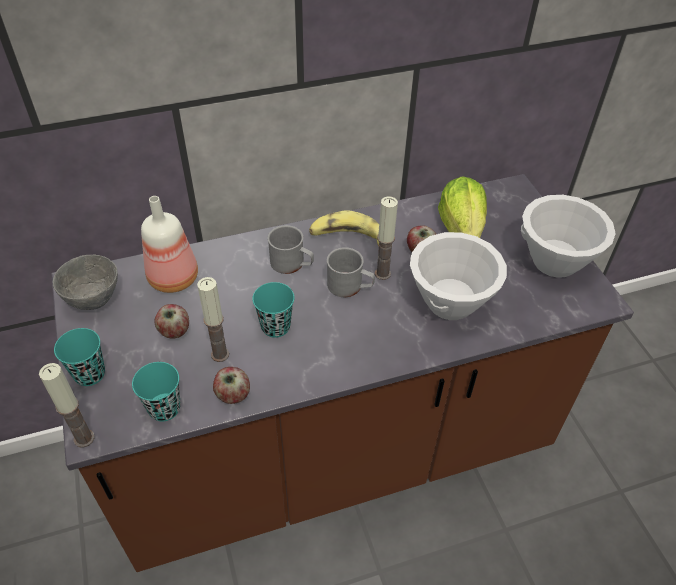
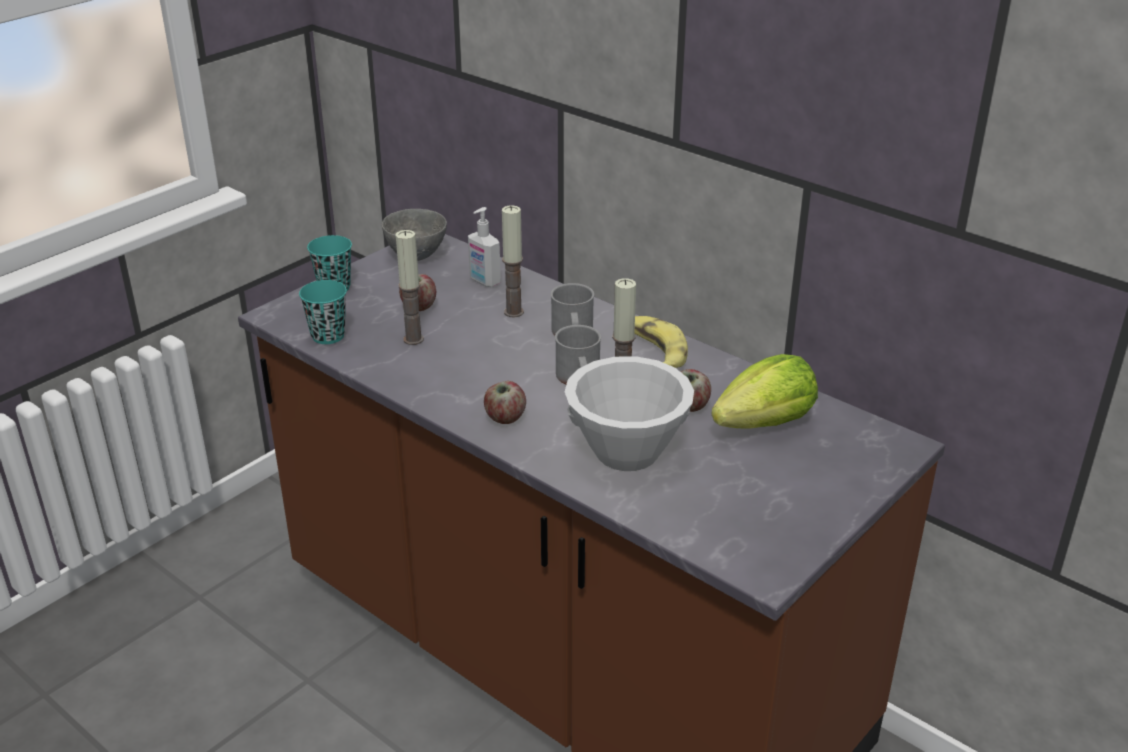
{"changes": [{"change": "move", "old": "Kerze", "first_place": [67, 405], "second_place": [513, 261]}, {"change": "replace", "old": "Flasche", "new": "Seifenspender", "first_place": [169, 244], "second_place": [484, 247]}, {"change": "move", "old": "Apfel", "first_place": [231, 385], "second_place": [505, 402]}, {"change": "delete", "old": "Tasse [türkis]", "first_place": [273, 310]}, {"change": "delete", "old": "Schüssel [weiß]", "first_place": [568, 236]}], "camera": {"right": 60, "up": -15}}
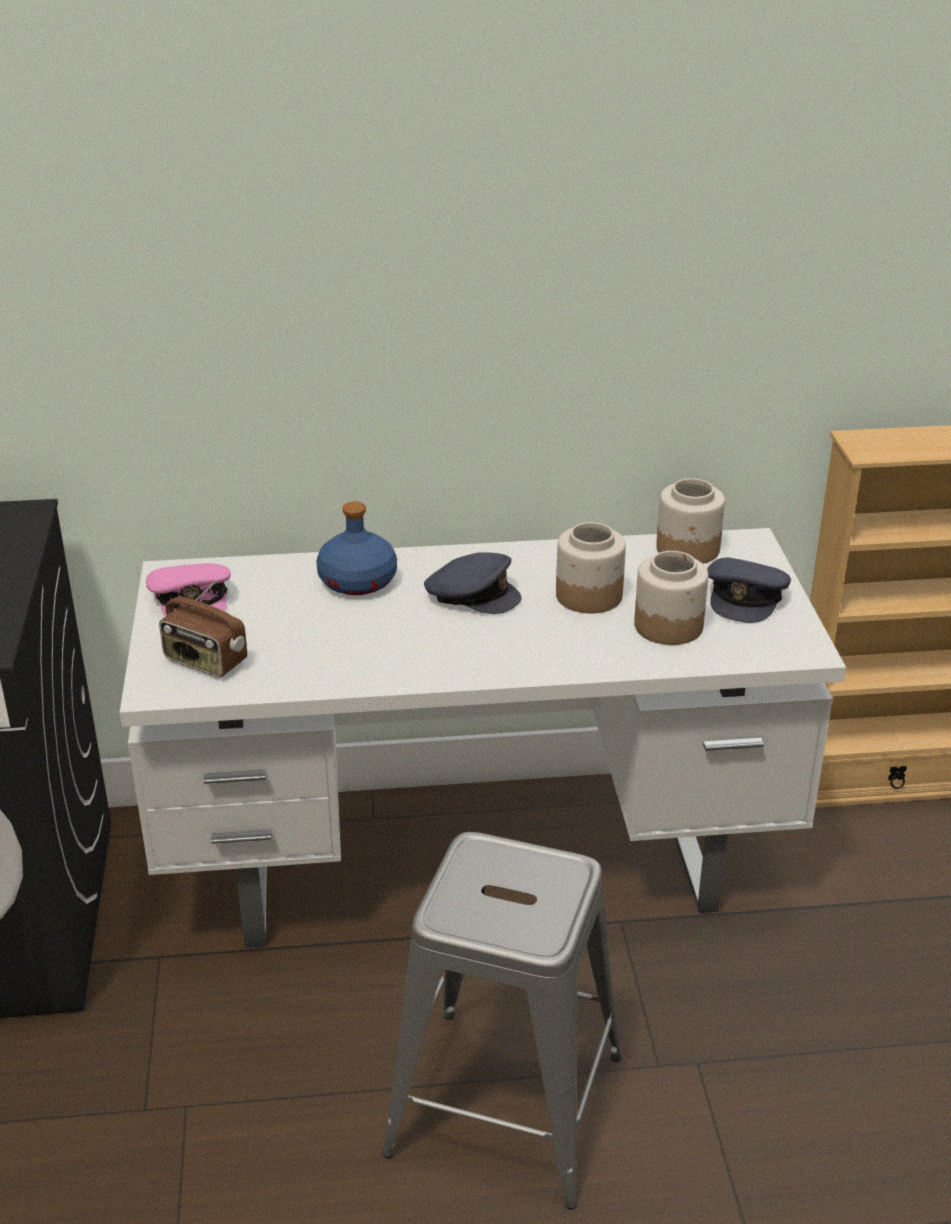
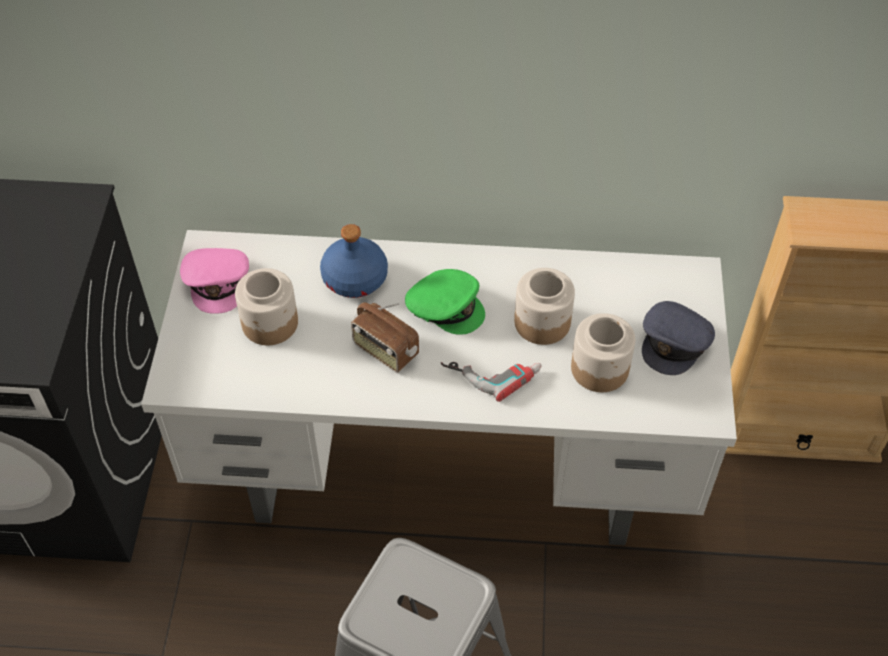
{"changes": [{"change": "move", "old": "Radio", "first_place": [203, 628], "second_place": [385, 337]}, {"change": "recolor", "old": "Kappe [grau]", "new": "Kappe [grün]", "first_place": [472, 583], "second_place": [445, 302]}, {"change": "move", "old": "Vorratsglas", "first_place": [690, 521], "second_place": [266, 306]}, {"change": "insert", "new": "Bohrmaschine", "second_place": [491, 382]}], "camera": {"right": 10, "up": 20}}
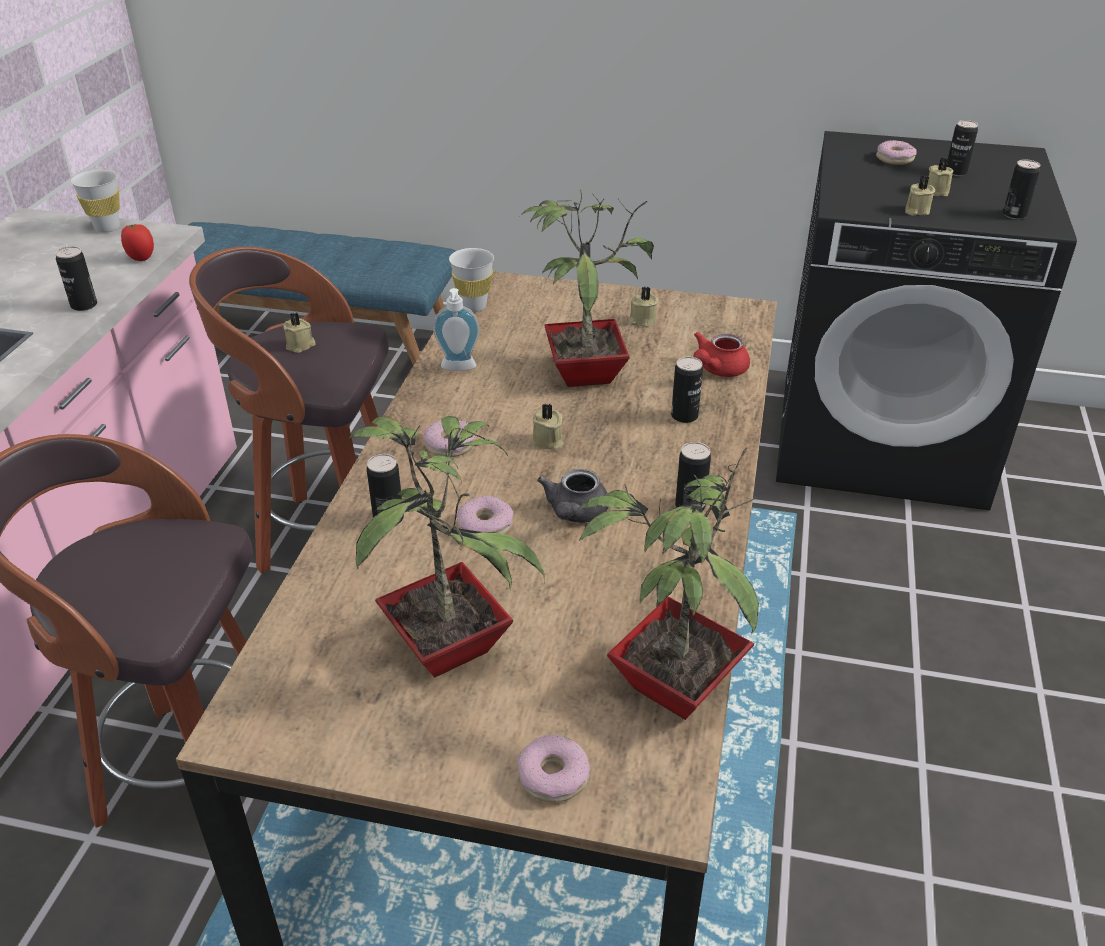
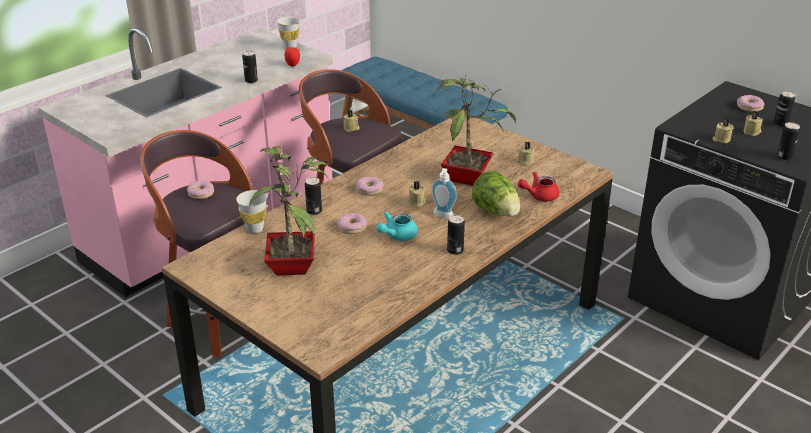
{"changes": [{"change": "move", "old": "Seifenspender", "first_place": [456, 329], "second_place": [444, 193]}, {"change": "move", "old": "Tasse [weiß]", "first_place": [471, 280], "second_place": [251, 211]}, {"change": "move", "old": "Donut", "first_place": [553, 768], "second_place": [200, 189]}, {"change": "recolor", "old": "Teekanne [grau]", "new": "Teekanne [türkis]", "first_place": [572, 496], "second_place": [397, 226]}, {"change": "delete", "old": "Topfpflanze", "first_place": [669, 583]}, {"change": "replace", "old": "Dose", "new": "Salatkopf", "first_place": [687, 390], "second_place": [496, 194]}], "camera": {"right": 30, "up": -5}}
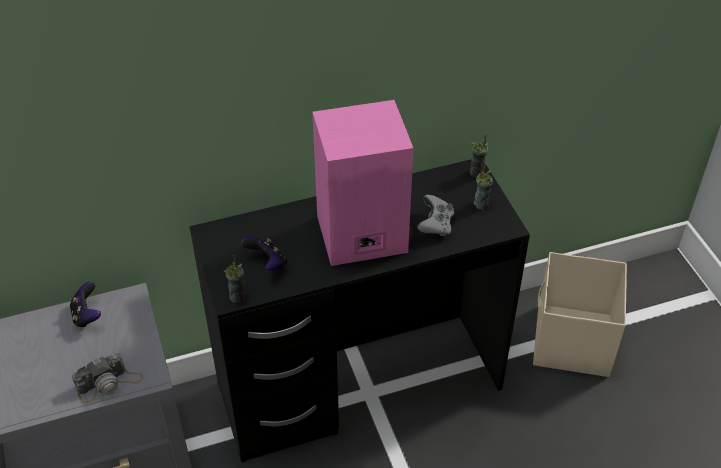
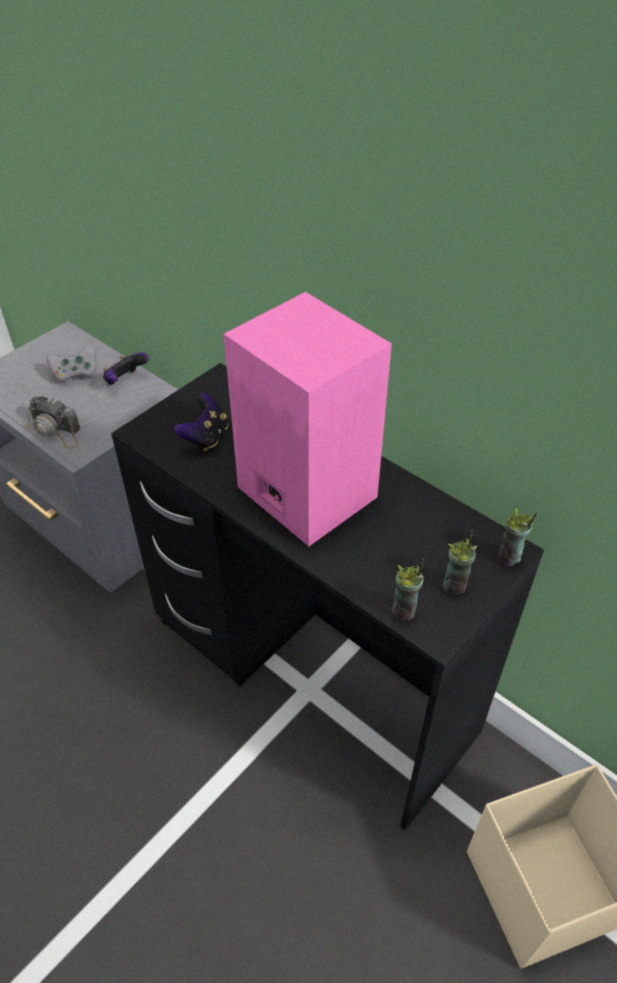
{"changes": [{"change": "move", "old": "Tasse", "first_place": [235, 279], "second_place": [408, 589]}, {"change": "move", "old": "Gamepad [grau]", "first_place": [435, 216], "second_place": [71, 365]}], "camera": {"right": 60, "up": 0}}
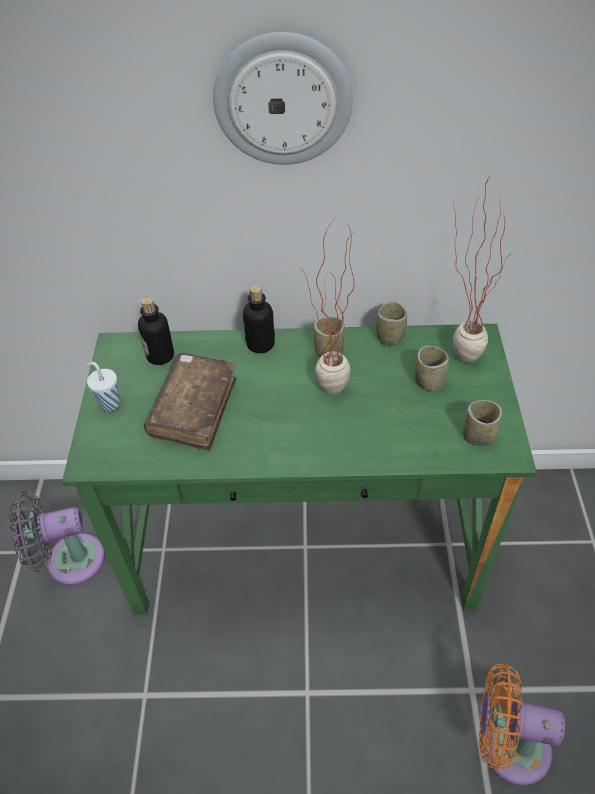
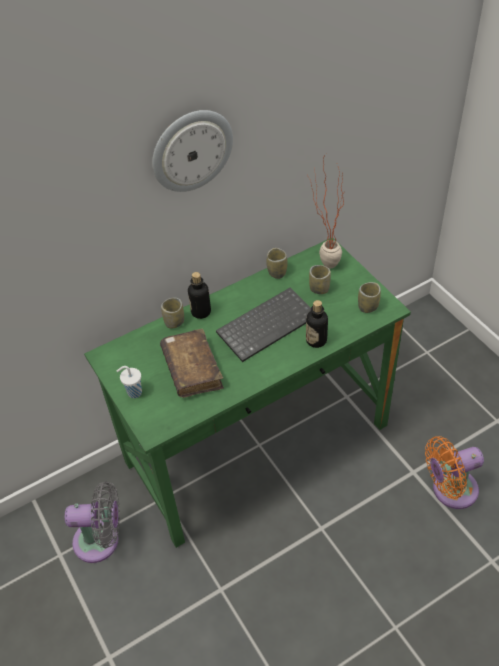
{"changes": [{"change": "rotate", "old": "Ventilator [grau]", "first_place": [57, 538], "second_place": [92, 522], "degrees": -135}, {"change": "move", "old": "Flasche", "first_place": [156, 331], "second_place": [317, 324]}, {"change": "replace", "old": "Topfpflanze", "new": "Tastatur", "first_place": [327, 307], "second_place": [263, 324]}, {"change": "move", "old": "Tasse", "first_place": [329, 337], "second_place": [172, 313]}], "camera": {"right": -30, "up": 0}}
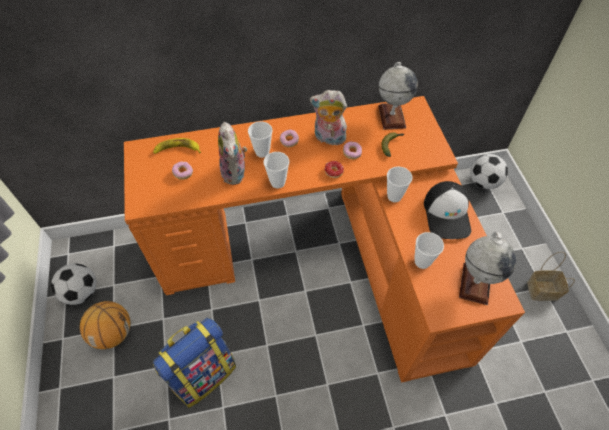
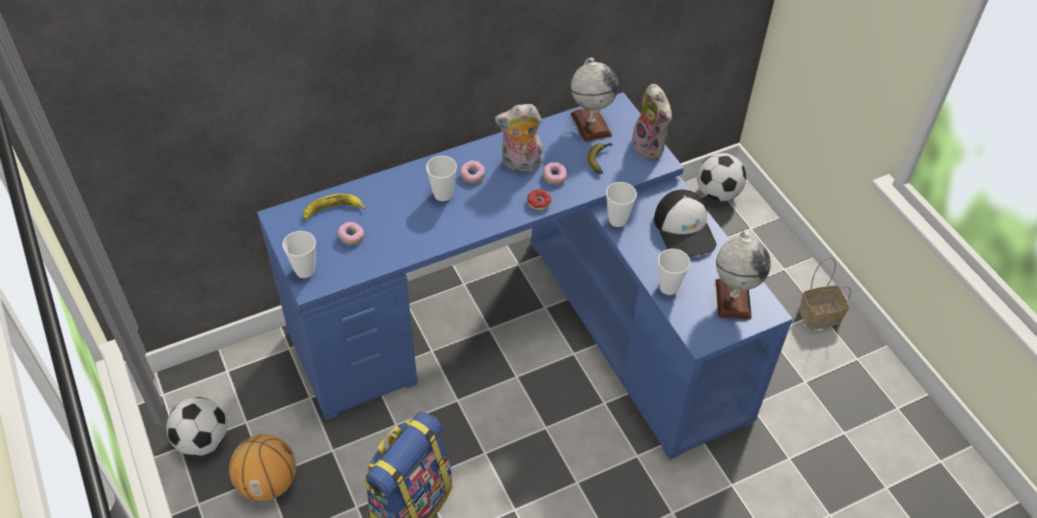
{"changes": [{"change": "recolor", "old": "Schreibtisch [orange]", "new": "Schreibtisch [blau]", "first_place": [324, 239], "second_place": [525, 276]}, {"change": "move", "old": "Plüschtier", "first_place": [232, 153], "second_place": [650, 121]}, {"change": "move", "old": "Tasse", "first_place": [276, 170], "second_place": [299, 254]}], "camera": {"right": -15, "up": -5}}
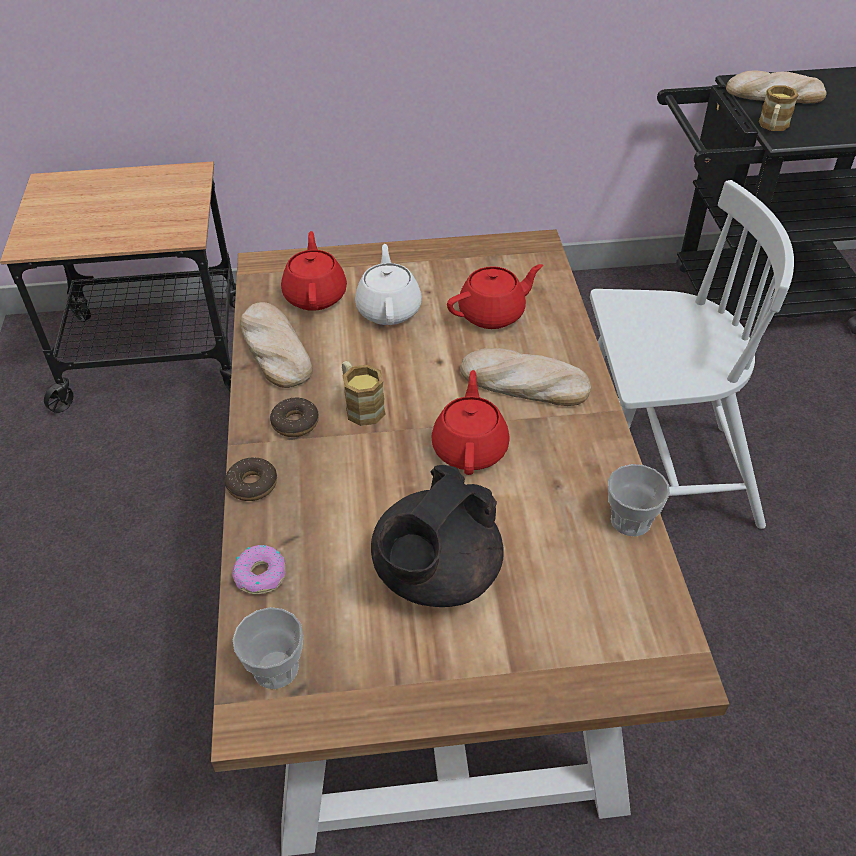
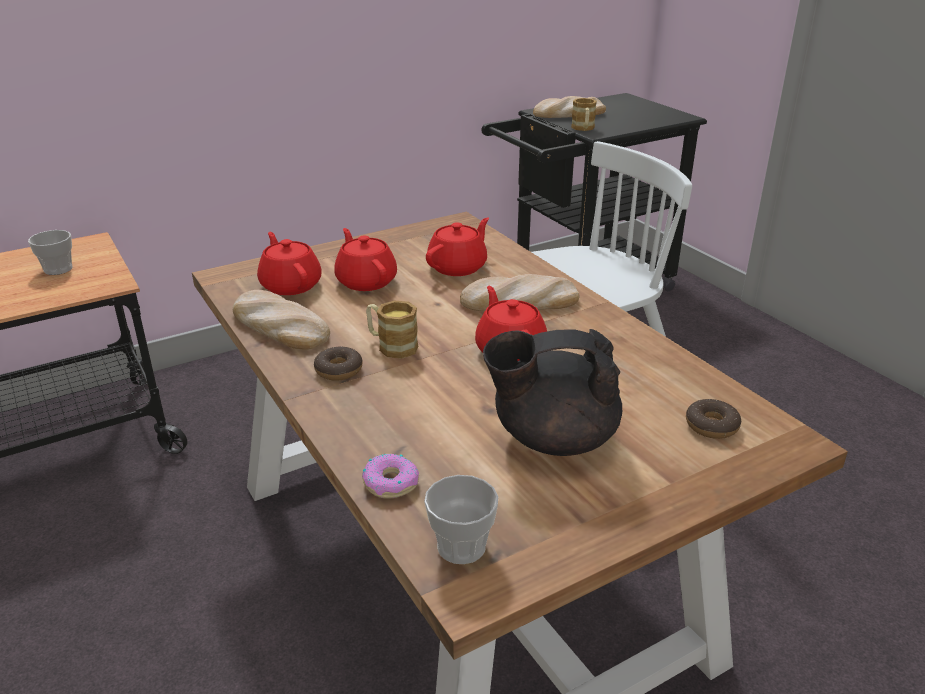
{"changes": [{"change": "move", "old": "Donut", "first_place": [251, 479], "second_place": [713, 419]}, {"change": "recolor", "old": "Teekanne [weiß]", "new": "Teekanne [rot]", "first_place": [388, 284], "second_place": [365, 259]}, {"change": "rotate", "old": "Teekanne [schwarz]", "first_place": [437, 536], "second_place": [552, 392], "degrees": 75}, {"change": "move", "old": "Tasse", "first_place": [639, 500], "second_place": [50, 252]}], "camera": {"right": -25, "up": -15}}
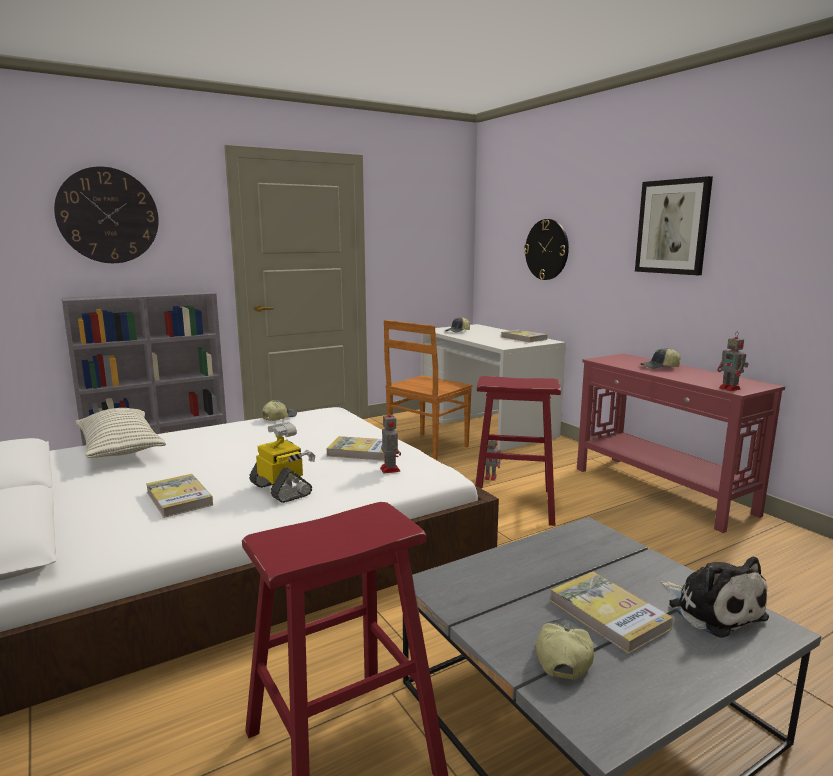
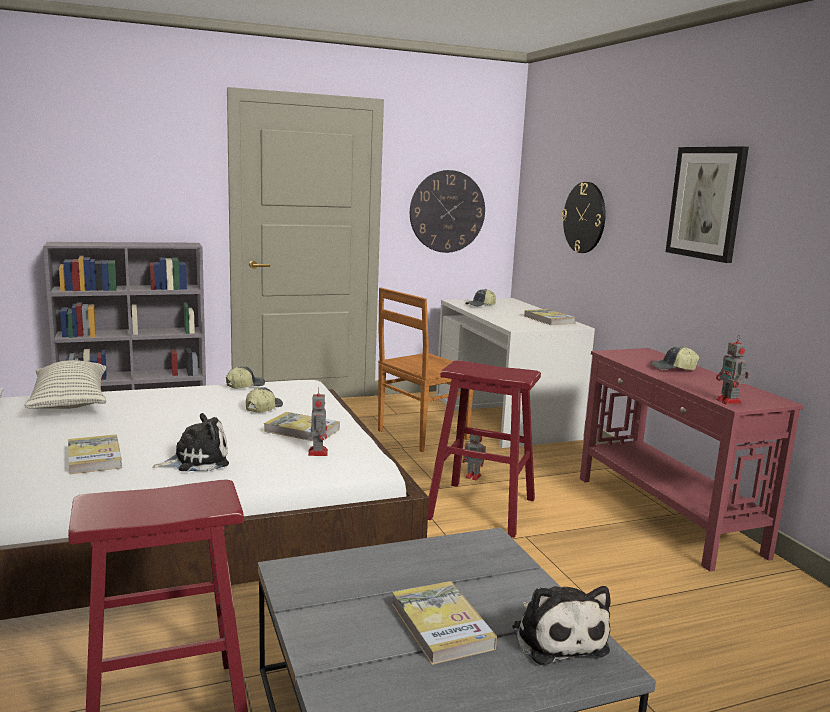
{"changes": [{"change": "move", "old": "Wanduhr", "first_place": [106, 214], "second_place": [447, 211]}, {"change": "replace", "old": "Spielzeugroboter", "new": "Plüschtier", "first_place": [282, 462], "second_place": [191, 442]}, {"change": "move", "old": "Kappe", "first_place": [565, 649], "second_place": [264, 400]}], "camera": {"right": 10, "up": 0}}
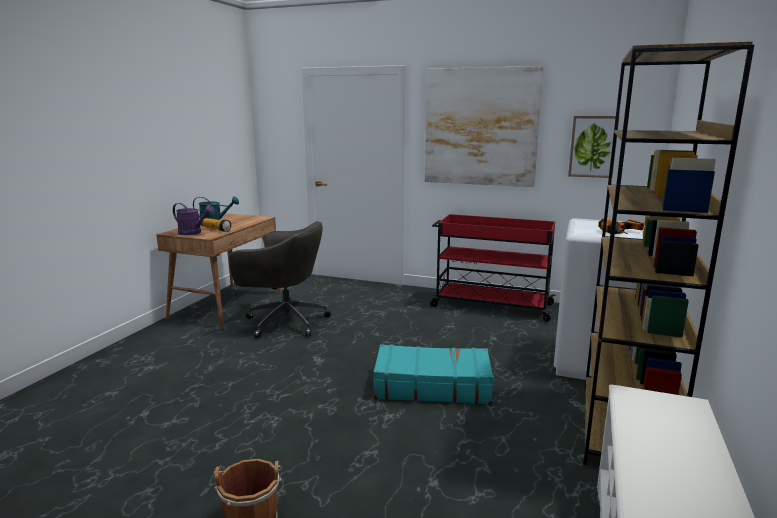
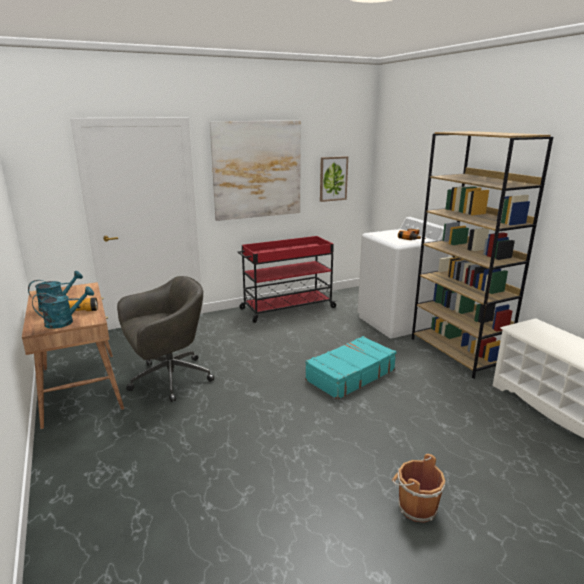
{"changes": [{"change": "recolor", "old": "Gießkanne [lila]", "new": "Gießkanne [türkis]", "first_place": [194, 219], "second_place": [63, 307]}], "camera": {"right": -45, "up": 5}}
